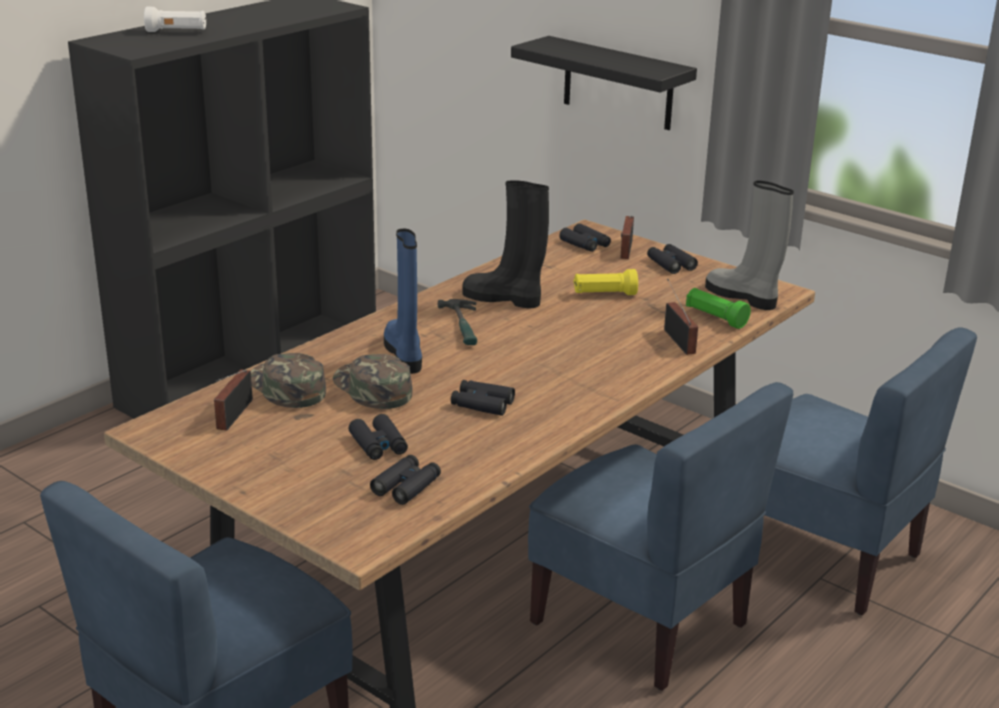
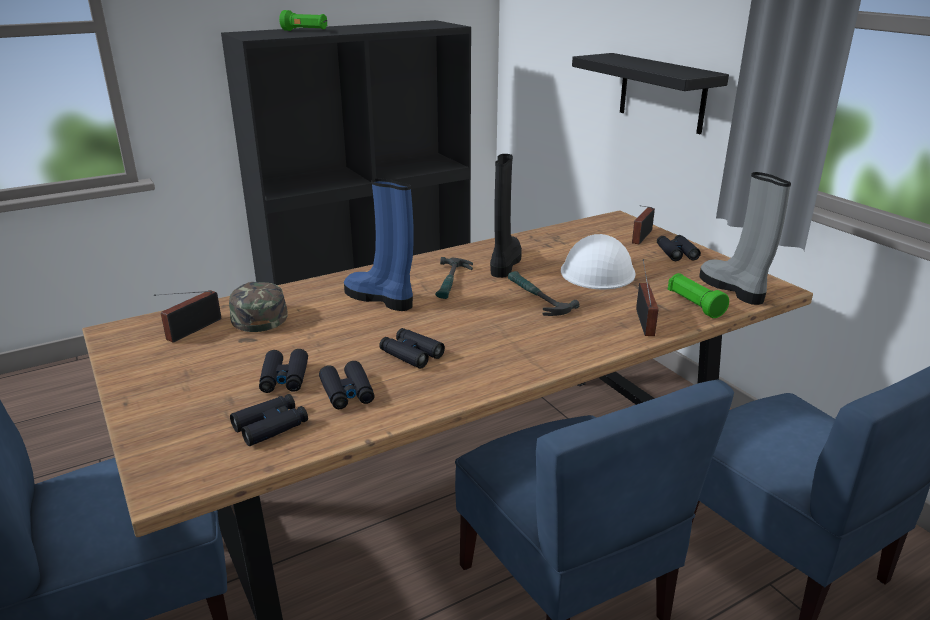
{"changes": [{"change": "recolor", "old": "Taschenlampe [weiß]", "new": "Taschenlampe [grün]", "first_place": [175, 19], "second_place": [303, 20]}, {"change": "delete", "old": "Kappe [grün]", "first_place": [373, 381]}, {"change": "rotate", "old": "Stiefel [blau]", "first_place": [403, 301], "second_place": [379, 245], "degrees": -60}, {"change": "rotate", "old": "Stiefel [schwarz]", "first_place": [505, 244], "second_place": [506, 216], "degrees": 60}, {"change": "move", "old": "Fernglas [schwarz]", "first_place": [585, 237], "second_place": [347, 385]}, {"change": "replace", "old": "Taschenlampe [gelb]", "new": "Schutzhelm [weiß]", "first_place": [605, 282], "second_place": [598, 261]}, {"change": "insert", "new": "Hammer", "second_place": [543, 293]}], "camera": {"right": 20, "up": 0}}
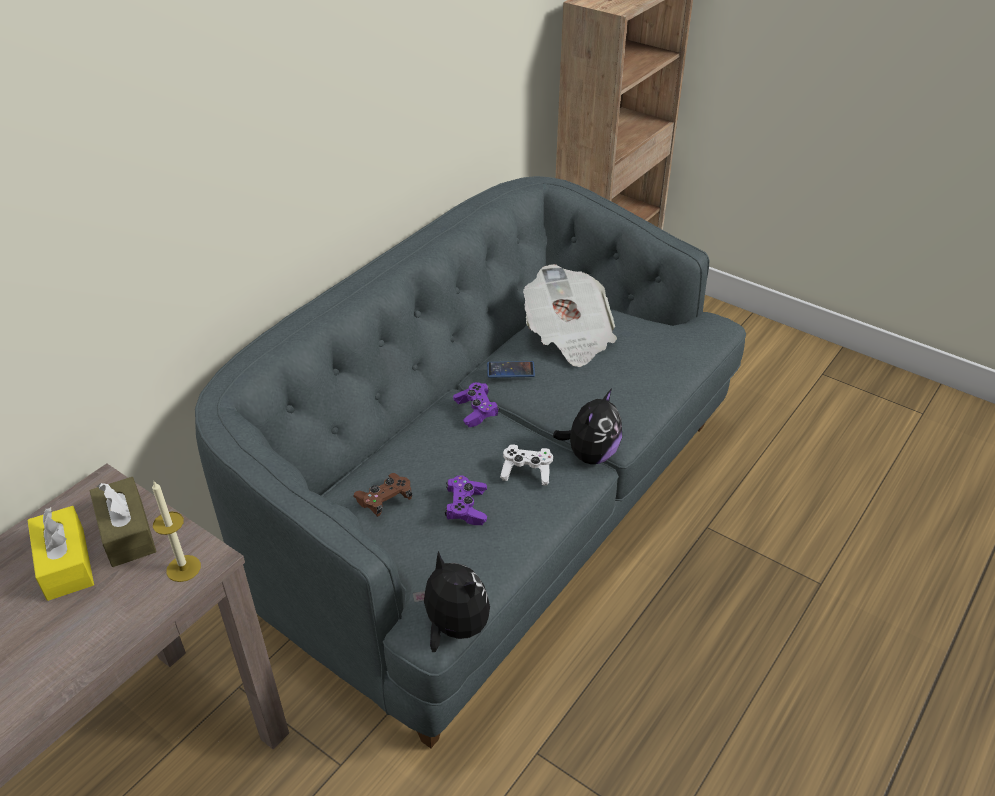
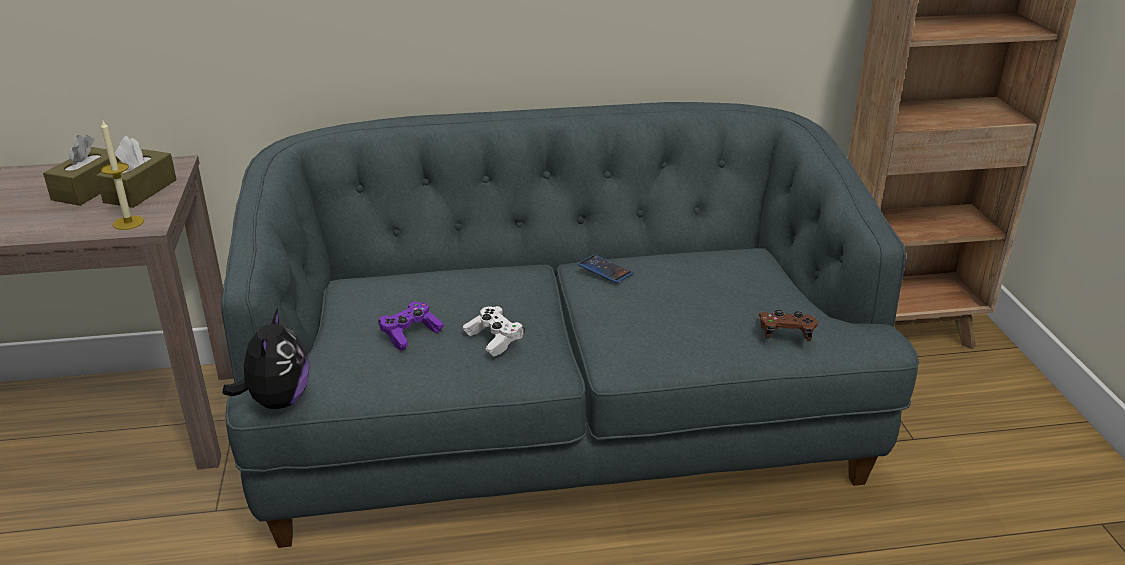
{"changes": [{"change": "recolor", "old": "Taschentuchbox [gelb]", "new": "Taschentuchbox [braun]", "first_place": [61, 553], "second_place": [82, 170]}, {"change": "move", "old": "Gamepad [braun]", "first_place": [382, 495], "second_place": [788, 325]}, {"change": "delete", "old": "Gamepad [lila]", "first_place": [476, 404]}, {"change": "delete", "old": "Zeitung", "first_place": [570, 315]}, {"change": "delete", "old": "Plüschtier", "first_place": [587, 426]}], "camera": {"right": 45, "up": -10}}
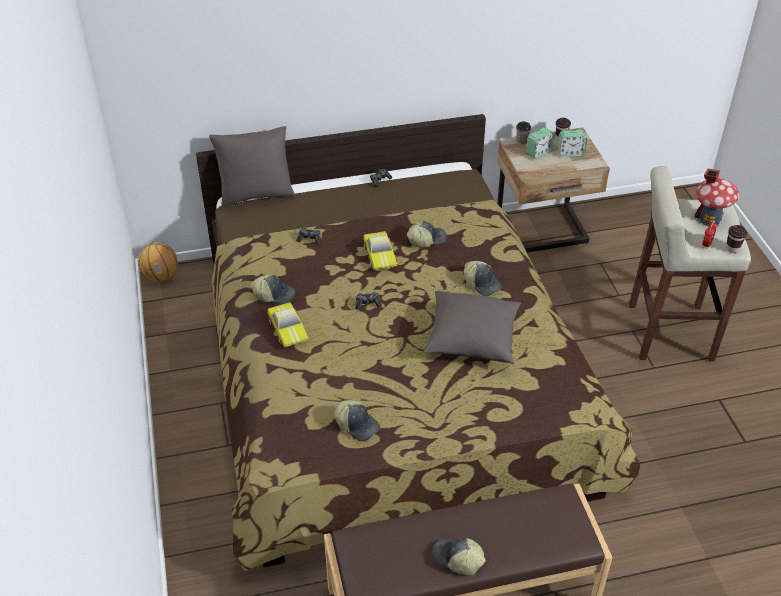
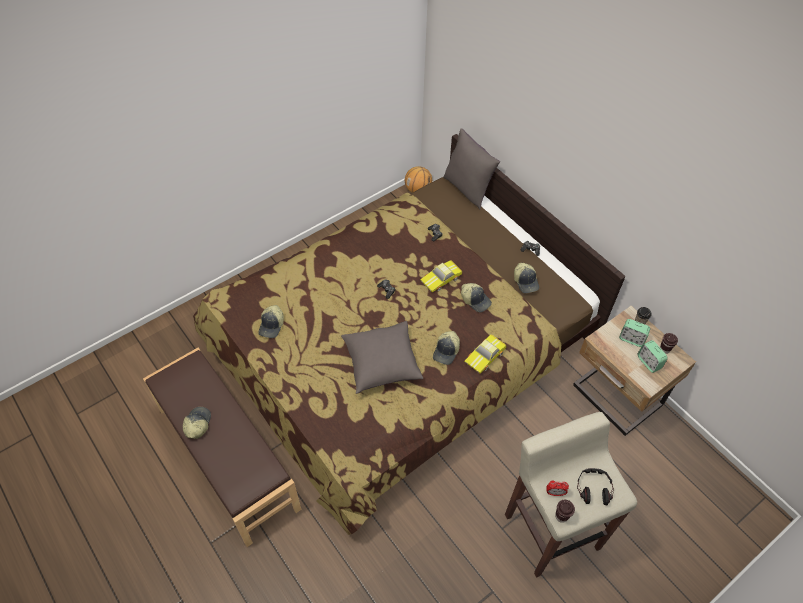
{"changes": [{"change": "move", "old": "Kappe", "first_place": [272, 289], "second_place": [526, 278]}, {"change": "move", "old": "Spielzeugauto", "first_place": [288, 324], "second_place": [485, 354]}, {"change": "replace", "old": "Spielzeughaus", "new": "Kopfhörer", "first_place": [717, 197], "second_place": [595, 486]}], "camera": {"right": 65, "up": 10}}
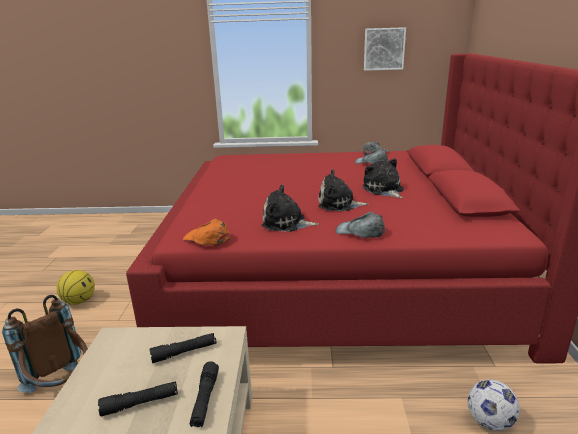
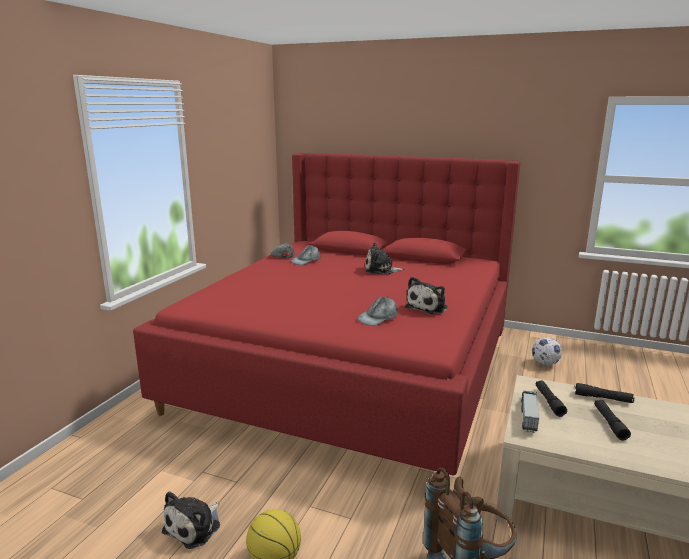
{"changes": [{"change": "delete", "old": "Kappe [orange]", "first_place": [206, 232]}, {"change": "move", "old": "Plüschtier", "first_place": [343, 190], "second_place": [191, 520]}, {"change": "move", "old": "Kappe [grau]", "first_place": [360, 225], "second_place": [377, 311]}, {"change": "delete", "old": "Bild", "first_place": [385, 49]}, {"change": "insert", "new": "Spielzeuglaster", "second_place": [530, 411]}], "camera": {"right": -70, "up": -5}}
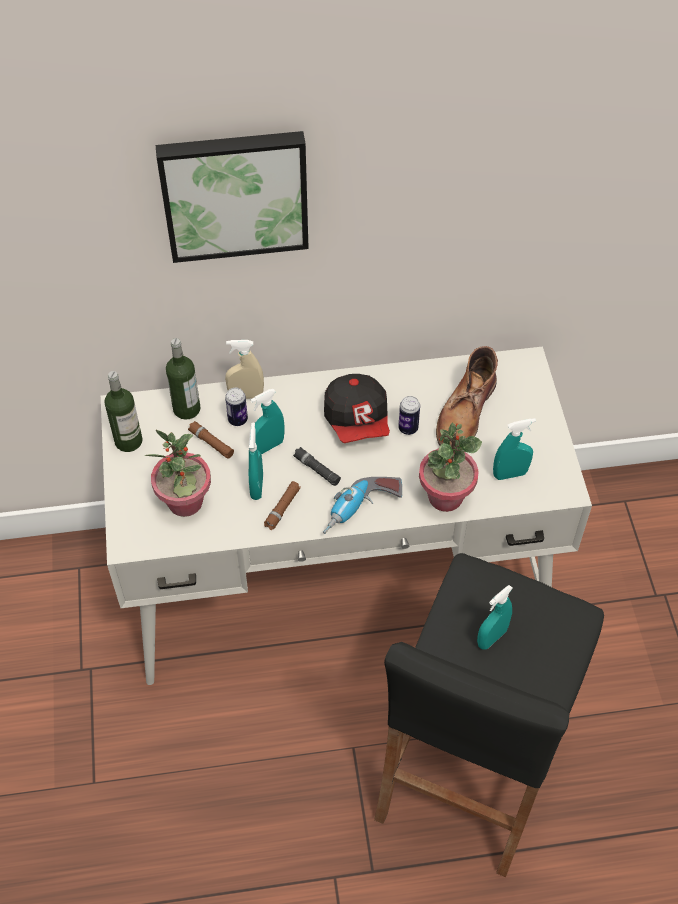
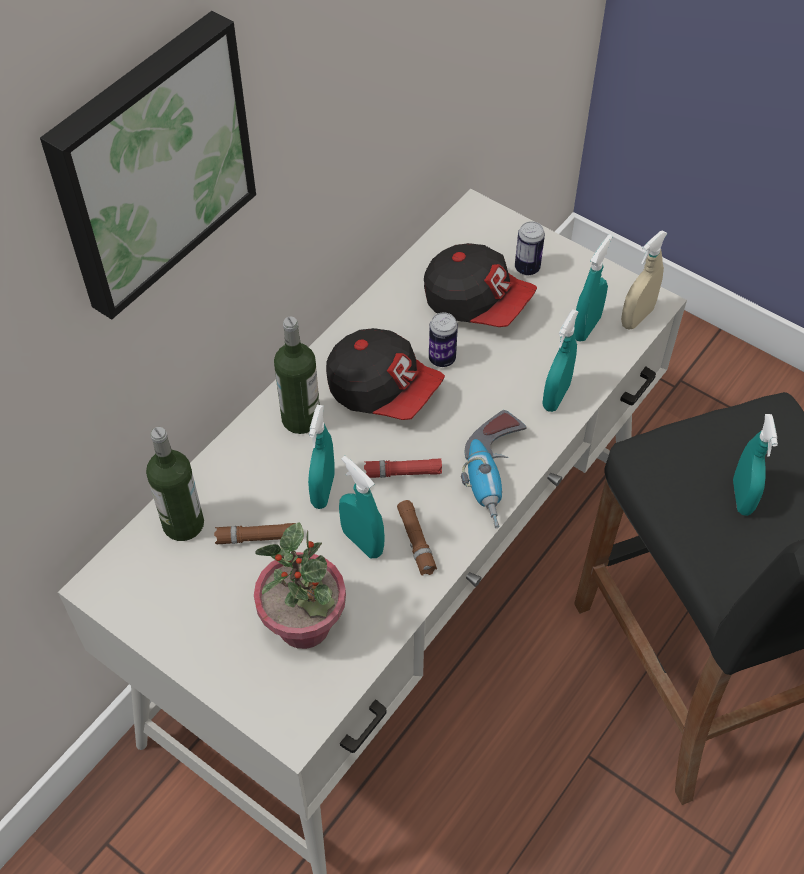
{"changes": [{"change": "move", "old": "Flasche", "first_place": [123, 411], "second_place": [297, 375]}, {"change": "move", "old": "Sprühflasche [beige]", "first_place": [244, 369], "second_place": [644, 280]}, {"change": "move", "old": "Dose", "first_place": [236, 406], "second_place": [530, 248]}, {"change": "recolor", "old": "Taschenlampe [schwarz]", "new": "Taschenlampe [rot]", "first_place": [317, 466], "second_place": [403, 468]}, {"change": "replace", "old": "Topfpflanze", "new": "Sprühflasche [türkis]", "first_place": [450, 467], "second_place": [561, 360]}, {"change": "replace", "old": "Stiefel [braun]", "new": "Kappe", "first_place": [467, 398], "second_place": [480, 285]}], "camera": {"right": -45, "up": 0}}
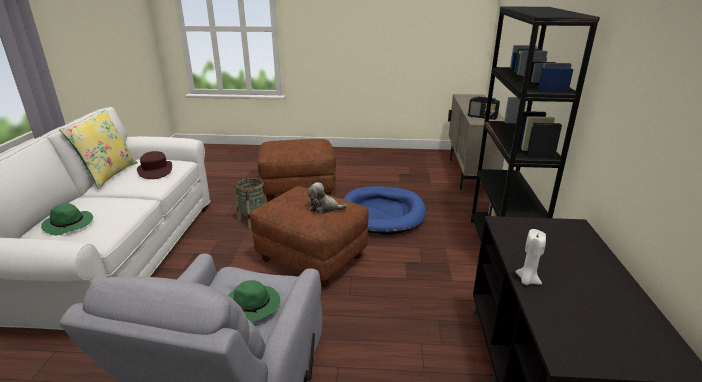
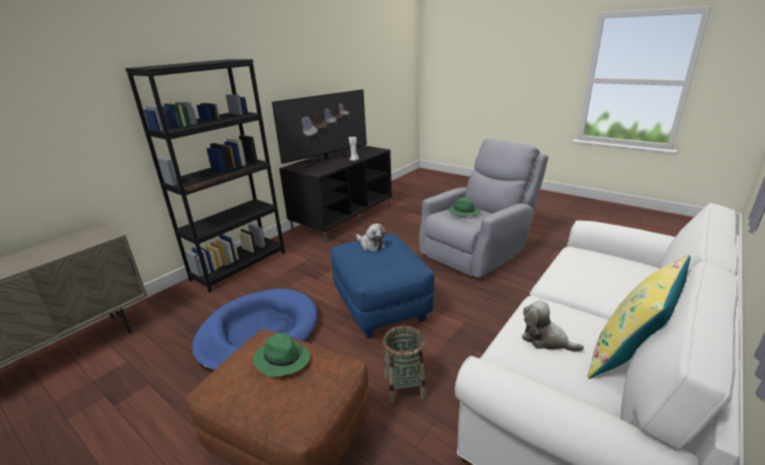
{"changes": [{"change": "move", "old": "Hut [grün]", "first_place": [67, 219], "second_place": [281, 355]}, {"change": "replace", "old": "Hut [braun]", "new": "Plüschtier", "first_place": [154, 165], "second_place": [553, 326]}, {"change": "recolor", "old": "Polsterhocker [braun]", "new": "Polsterhocker [blau]", "first_place": [309, 237], "second_place": [382, 286]}, {"change": "delete", "old": "Radio", "first_place": [484, 108]}, {"change": "insert", "new": "Fernseher", "second_place": [319, 128]}], "camera": {"right": -145, "up": 0}}
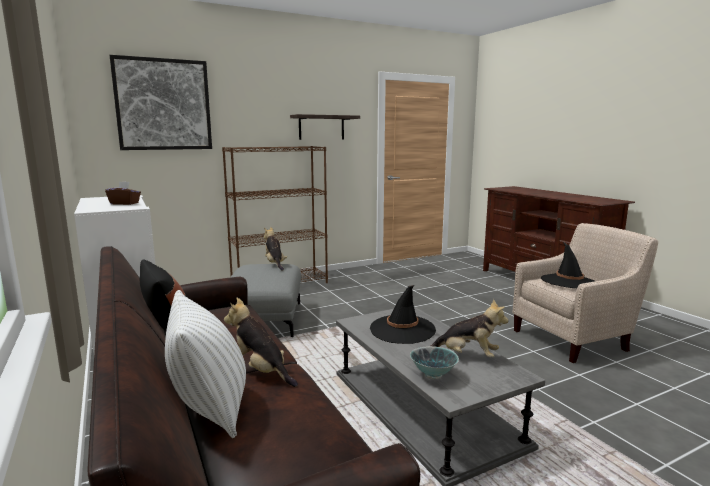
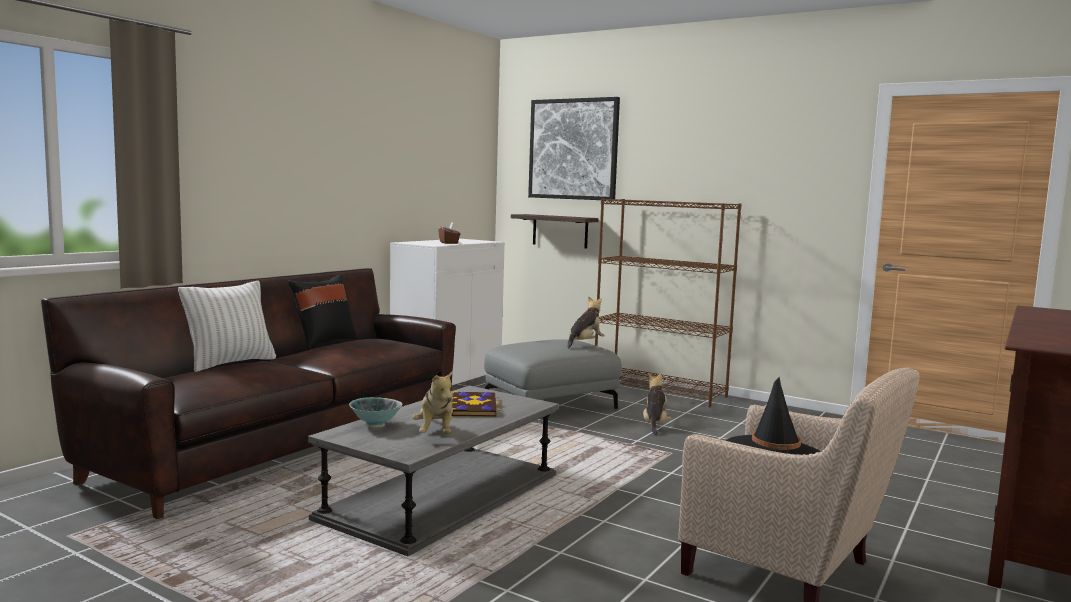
{"changes": [{"change": "move", "old": "Plüschtier", "first_place": [261, 342], "second_place": [657, 405]}, {"change": "move", "old": "Wandregal", "first_place": [325, 127], "second_place": [555, 231]}, {"change": "replace", "old": "Hut [schwarz]", "new": "Buch", "first_place": [403, 314], "second_place": [476, 404]}], "camera": {"right": 60, "up": -5}}
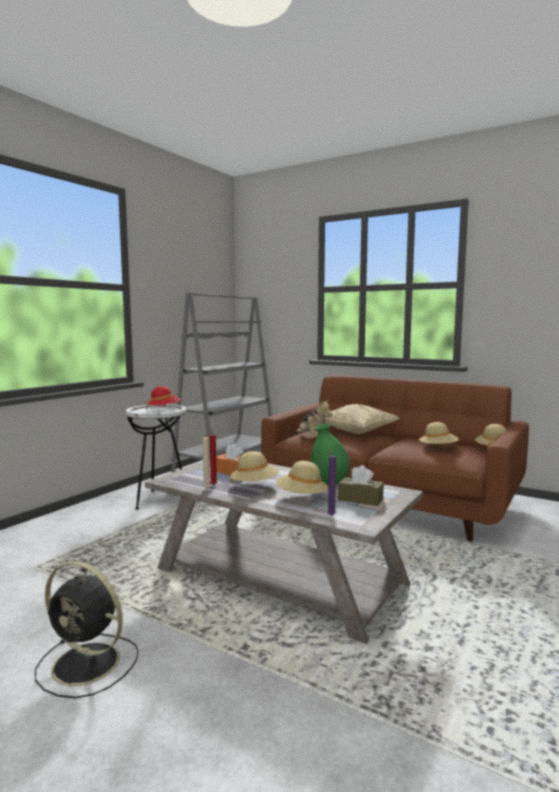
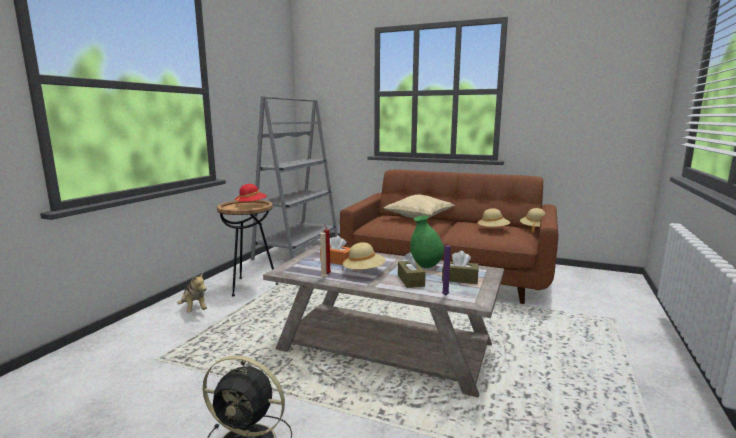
{"changes": [{"change": "recolor", "old": "Beistelltisch [weiß]", "new": "Beistelltisch [braun]", "first_place": [156, 457], "second_place": [248, 248]}, {"change": "replace", "old": "Hut [beige]", "new": "Taschentuchbox [braun]", "first_place": [302, 477], "second_place": [412, 270]}, {"change": "move", "old": "Plüschtier", "first_place": [313, 418], "second_place": [192, 292]}], "camera": {"right": -10, "up": 5}}
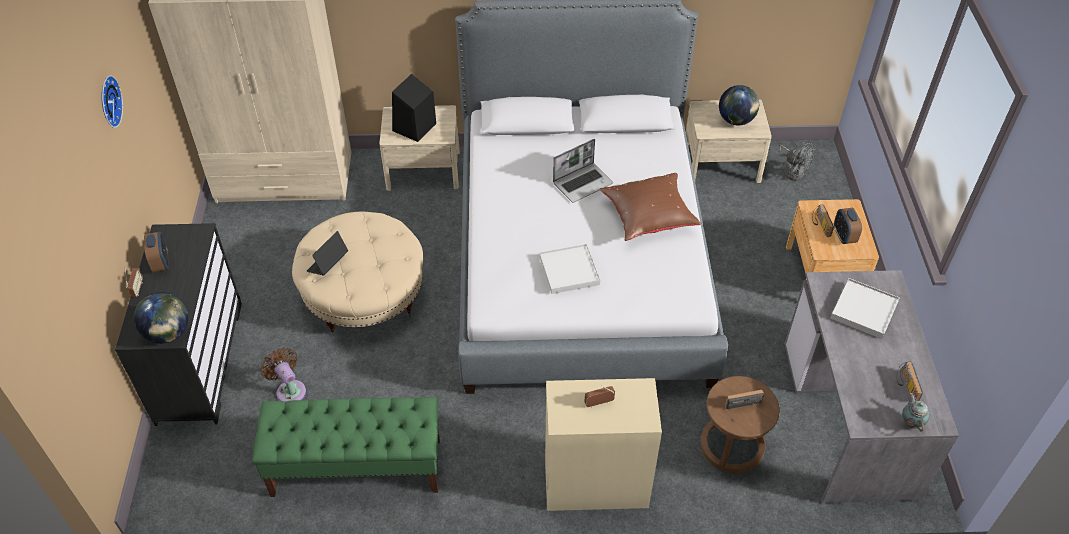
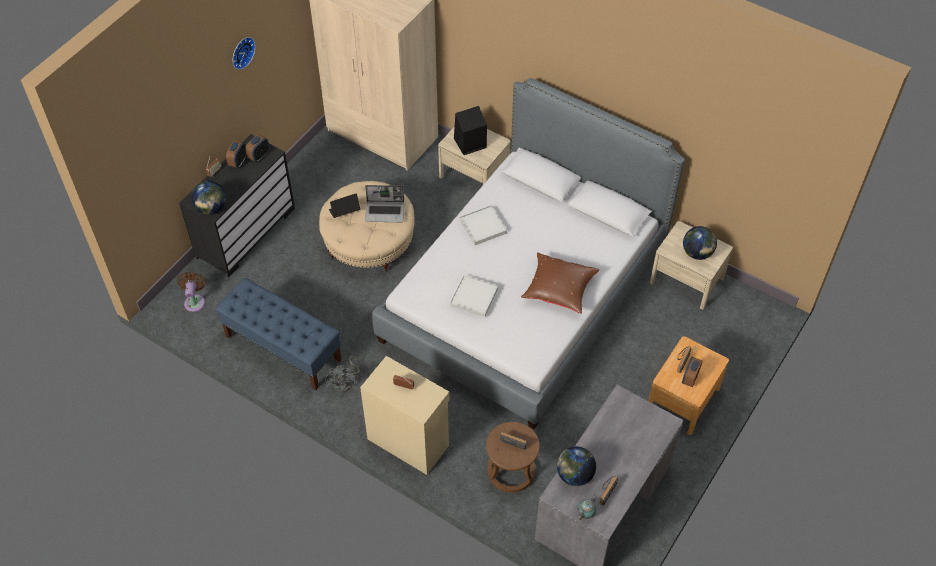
{"changes": [{"change": "recolor", "old": "Bank [grün]", "new": "Bank [blau]", "first_place": [346, 447], "second_place": [278, 334]}, {"change": "move", "old": "Ventilator [braun]", "first_place": [283, 375], "second_place": [191, 292]}, {"change": "move", "old": "Laptop", "first_place": [583, 171], "second_place": [384, 203]}, {"change": "move", "old": "Ventilator [grau]", "first_place": [797, 161], "second_place": [342, 374]}, {"change": "move", "old": "Tablett [weiß]", "first_place": [865, 308], "second_place": [483, 225]}, {"change": "insert", "new": "Wecker", "second_place": [257, 148]}, {"change": "insert", "new": "Globus", "second_place": [576, 466]}], "camera": {"right": 35, "up": 5}}
